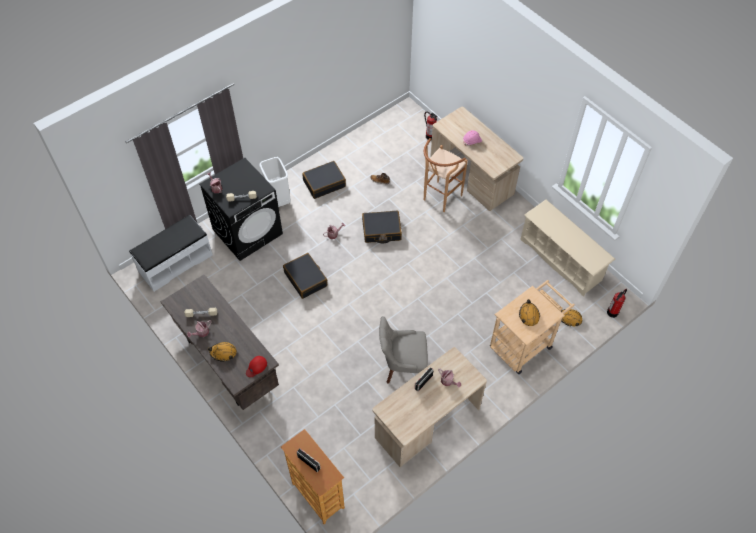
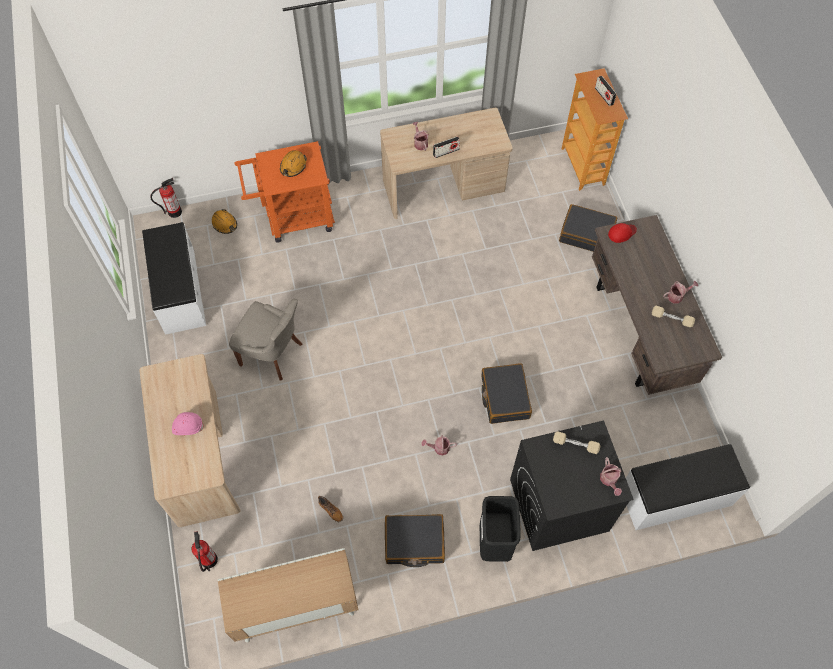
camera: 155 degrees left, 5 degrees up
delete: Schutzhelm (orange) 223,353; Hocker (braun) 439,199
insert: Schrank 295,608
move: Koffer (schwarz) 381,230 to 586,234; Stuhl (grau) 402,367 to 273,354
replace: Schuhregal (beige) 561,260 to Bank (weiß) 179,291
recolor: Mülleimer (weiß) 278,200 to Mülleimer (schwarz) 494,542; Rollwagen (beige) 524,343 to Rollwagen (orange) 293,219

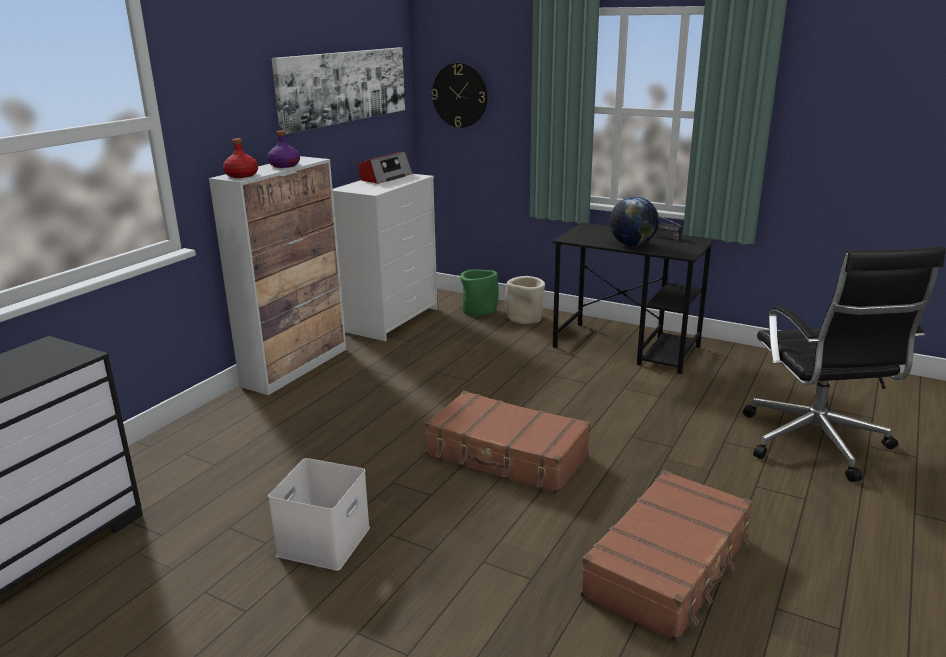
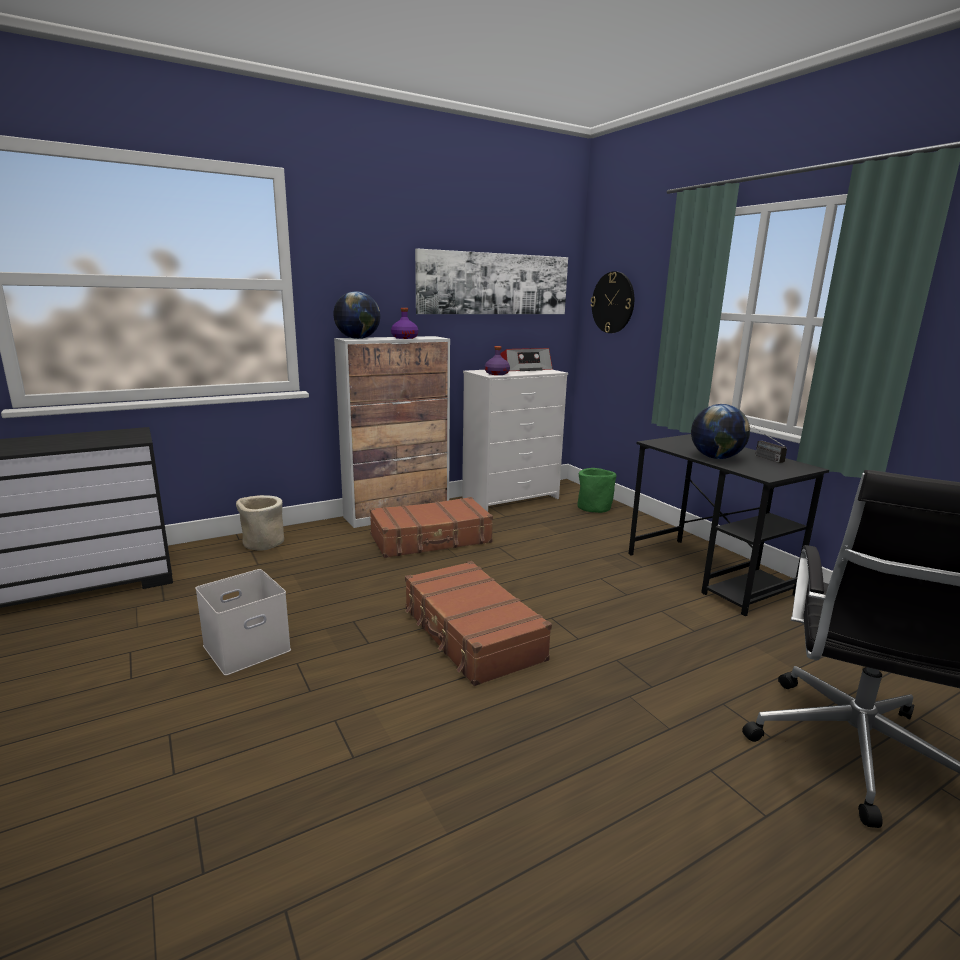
camera: 30 degrees right, 5 degrees down
insert: Flasche (lila) 497,374
move: Pflanzkübel (beige) 524,318 to 262,543; Koffer (braun) 669,567 to 431,539
replace: Flasche (rot) 241,175 to Globus 357,338

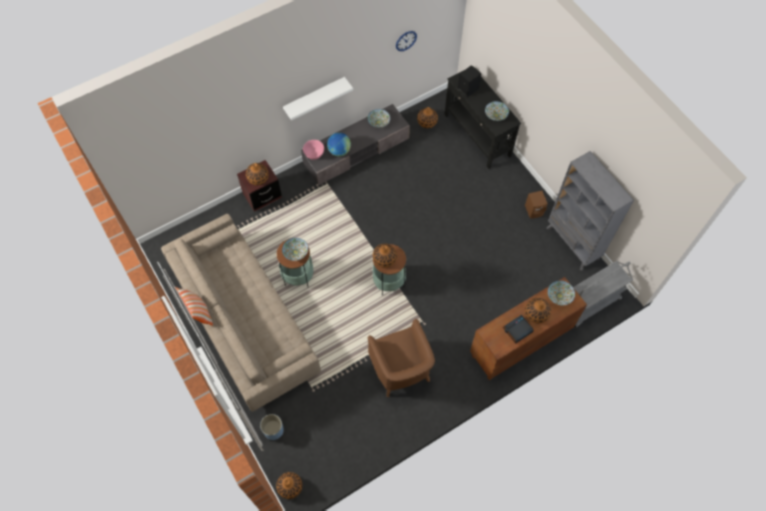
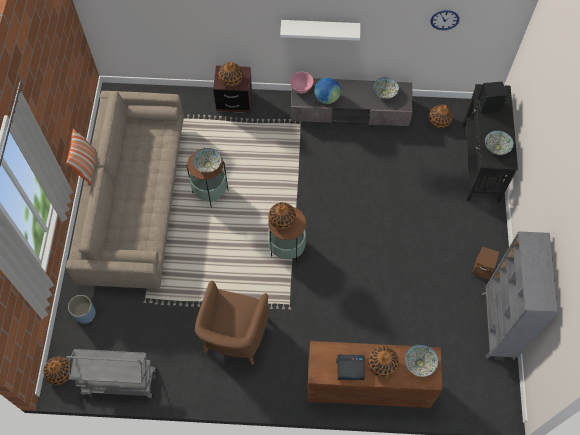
camera: 35 degrees right, 0 degrees up
move: Rollwagen (grau) 590,304 to 119,382

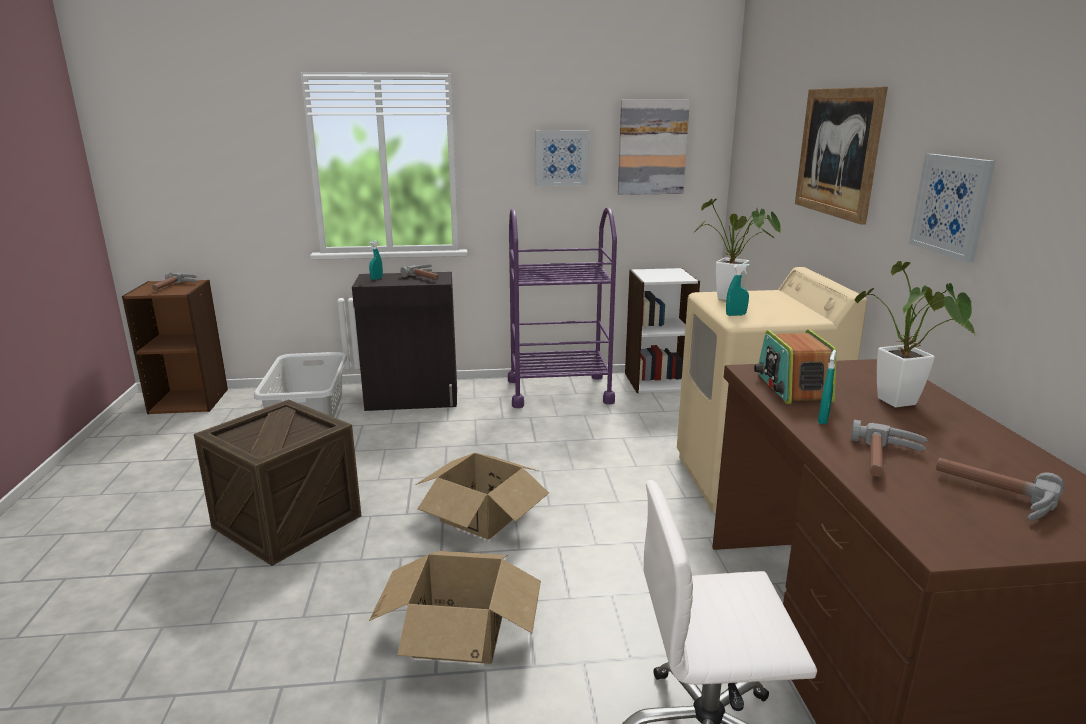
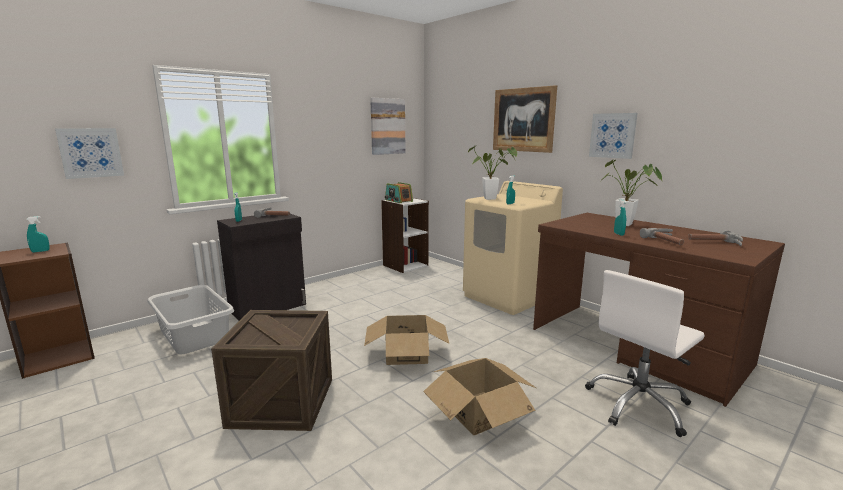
camera: 35 degrees left, 5 degrees down
delete: Rollwagen (lila) 559,391
move: Bild 561,158 to 91,153; Radio 792,388 to 398,201
replace: Hammer 174,287 to Sprühflasche (türkis) 40,251

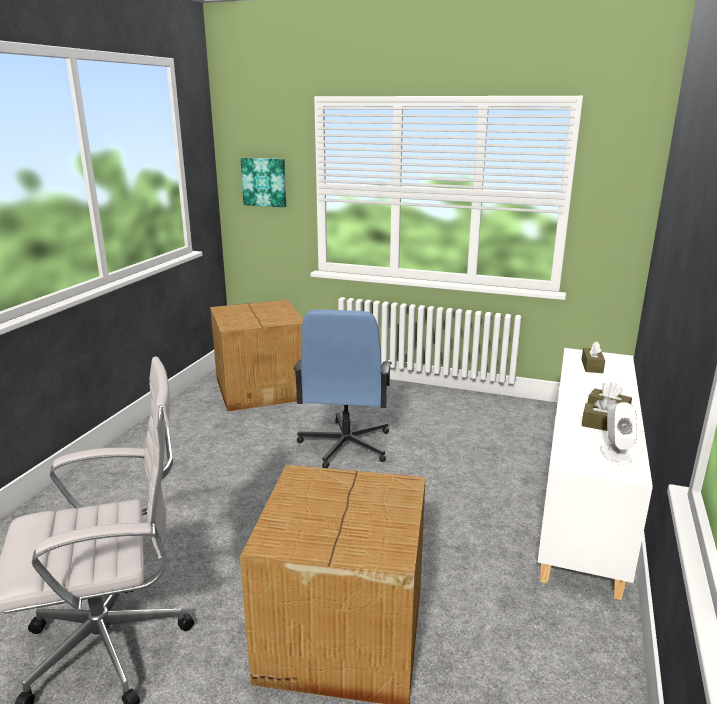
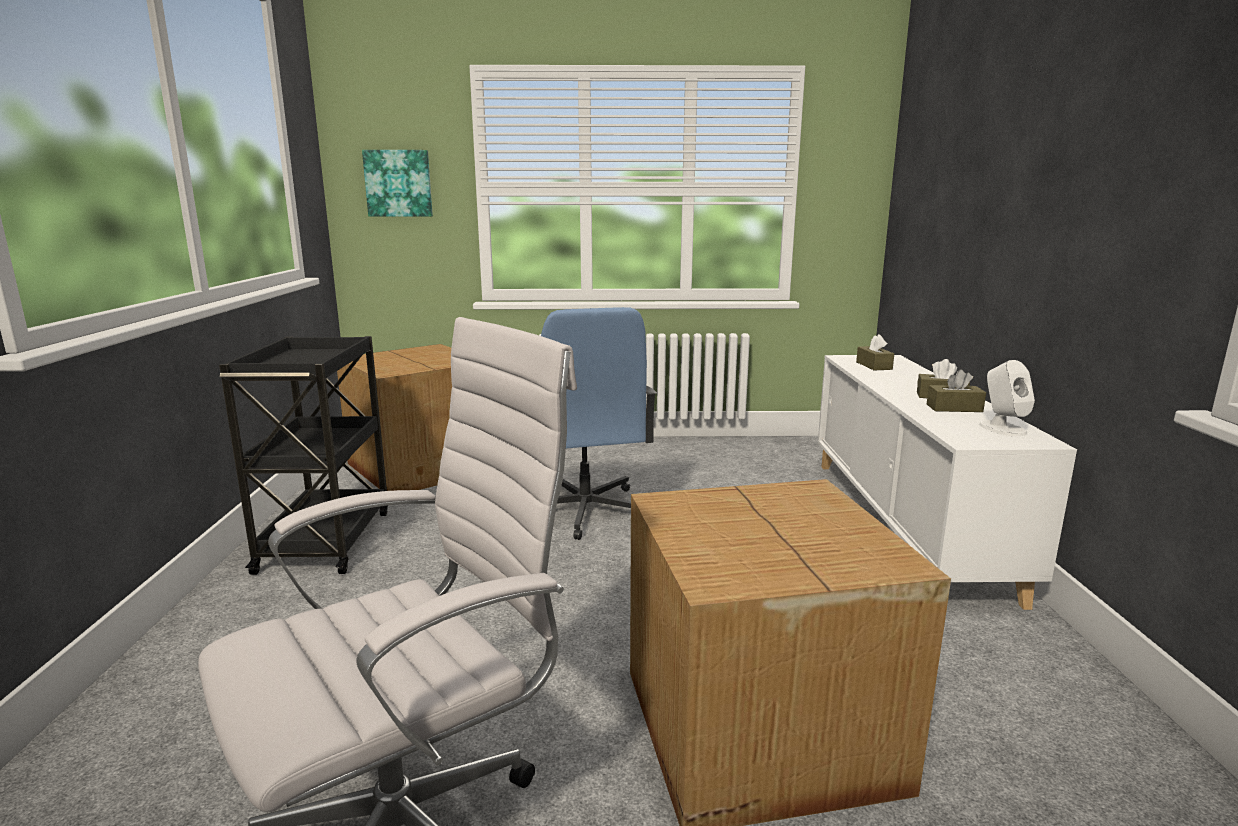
camera: 20 degrees left, 5 degrees down
insert: Rollwagen (schwarz) 326,539

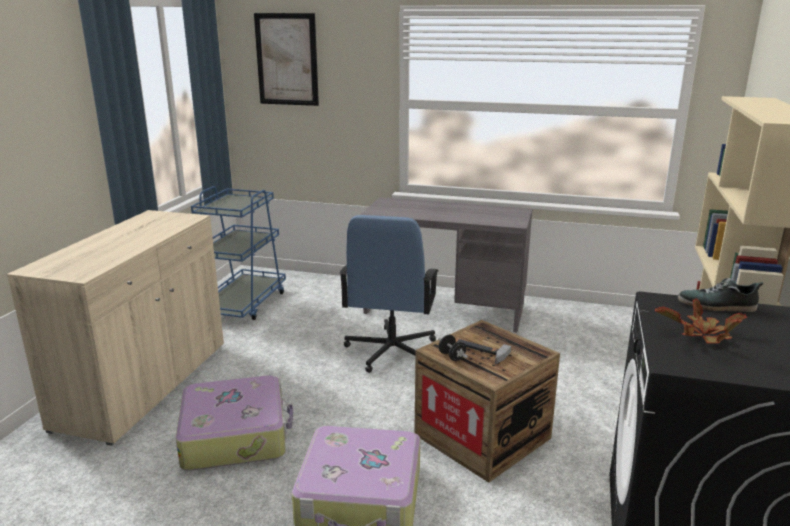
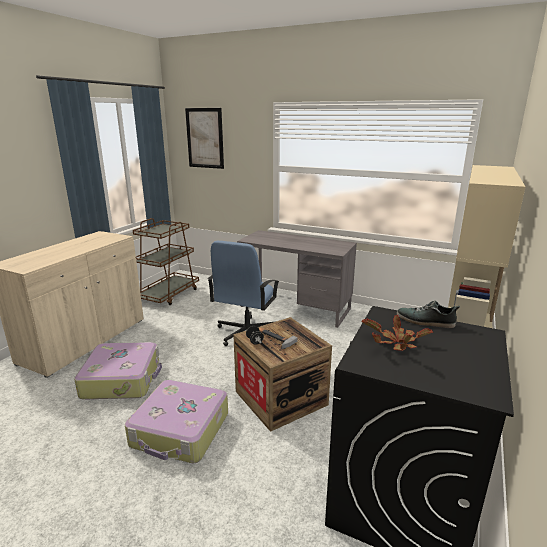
camera: 10 degrees right, 0 degrees up
recolor: Rollwagen (blau) 243,304 to Rollwagen (braun) 168,294

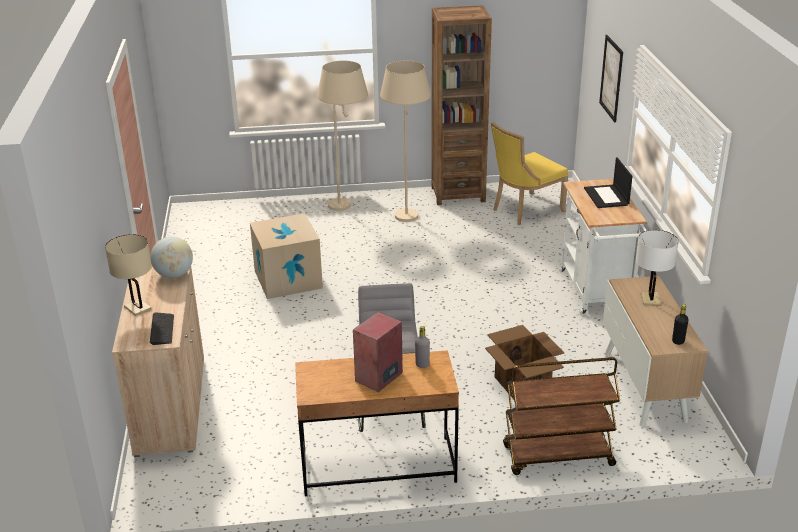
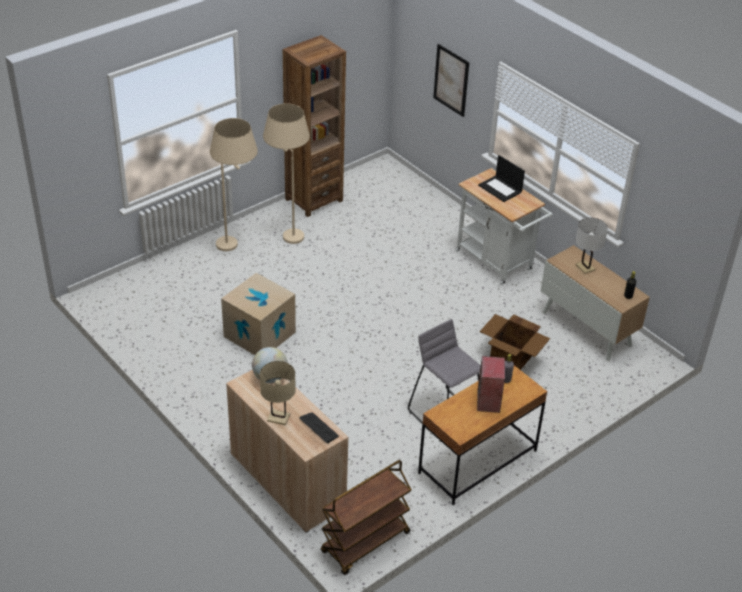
camera: 35 degrees left, 10 degrees up
delete: Stuhl (gelb) 525,210
move: Rollwagen (braun) 557,456 to 365,543

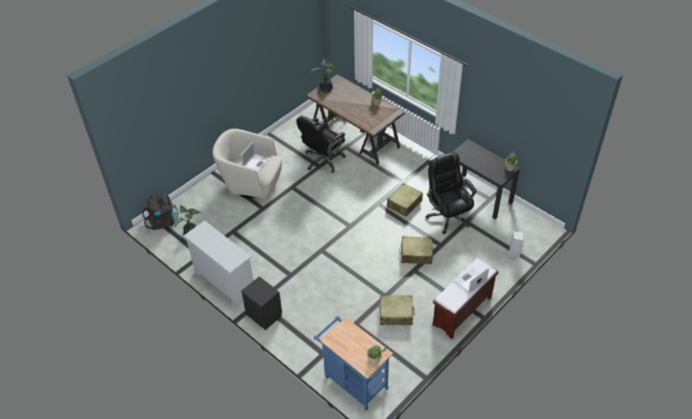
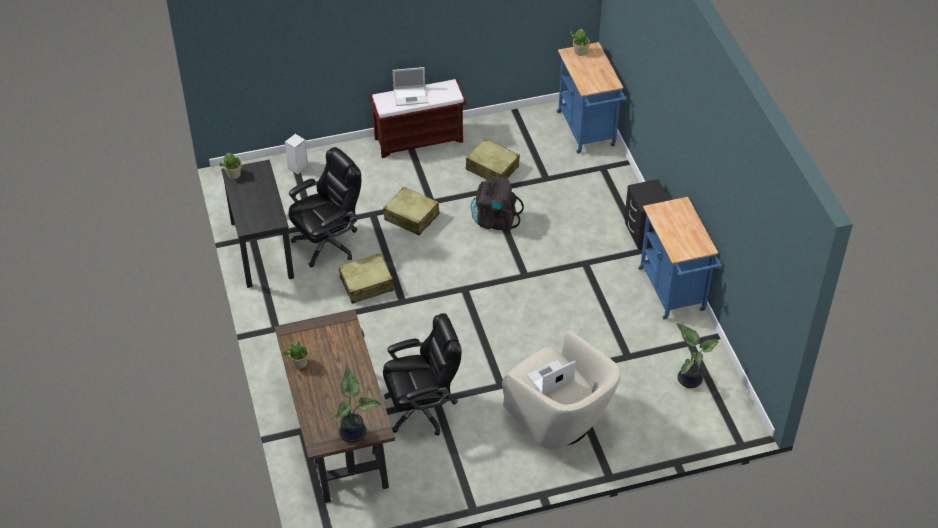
camera: 150 degrees left, 0 degrees up
move: Rucksack (schwarz) 163,221 to 495,220
replace: Kommode (weiß) 224,281 to Rollwagen (blau) 674,293
rotate: Bürostuhl (schwarz) 448,216 = 328,242 135 degrees counterclockwise

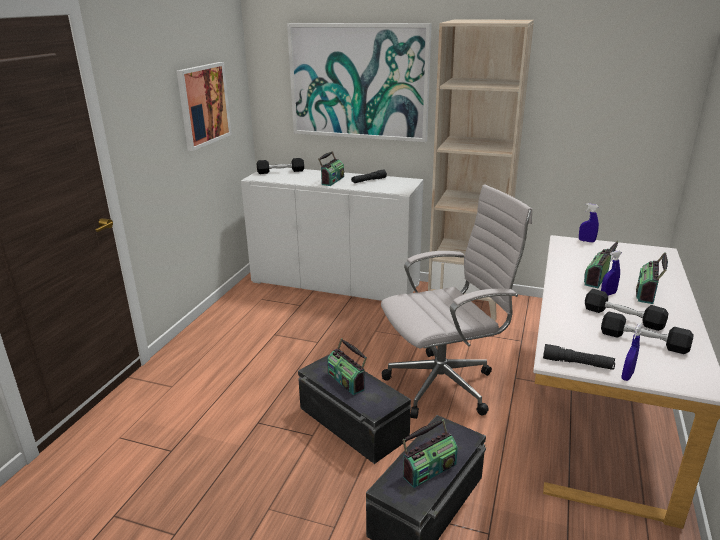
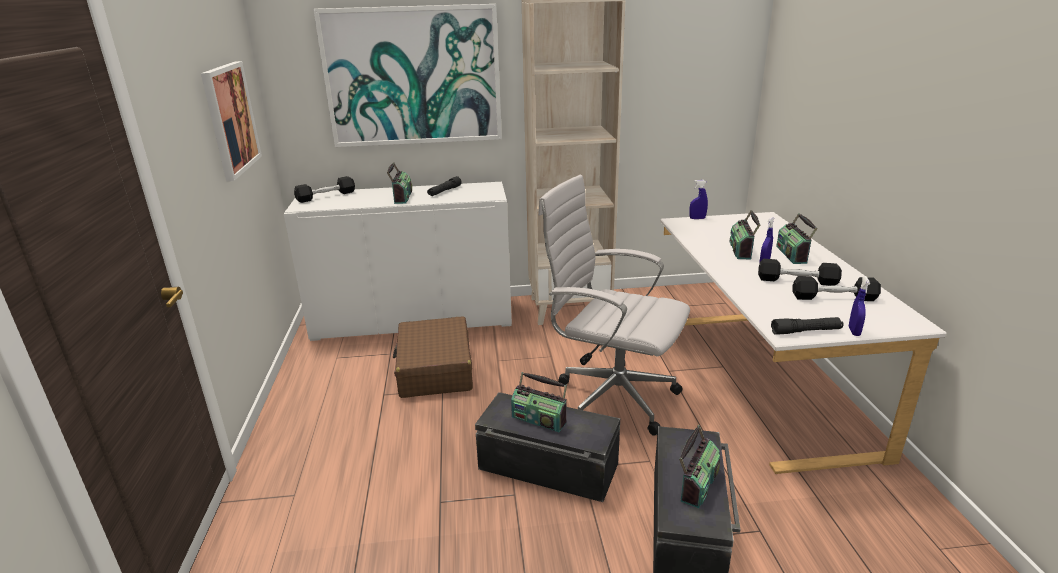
camera: 25 degrees left, 0 degrees up
insert: Koffer (braun) 435,369
rotate: Bürostuhl (weiß) 445,385 = 611,397 105 degrees counterclockwise

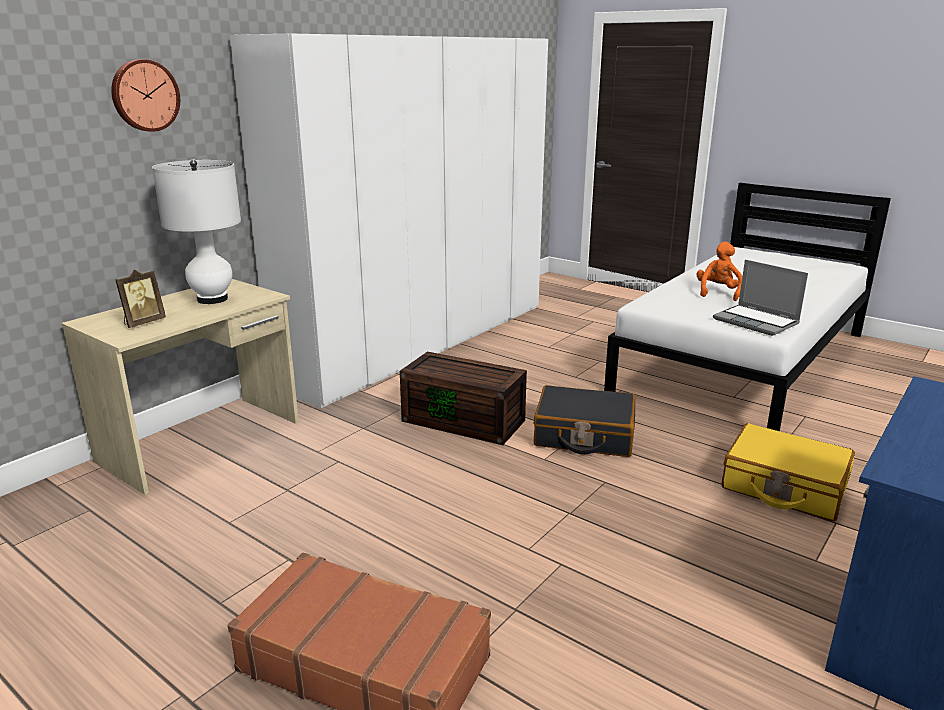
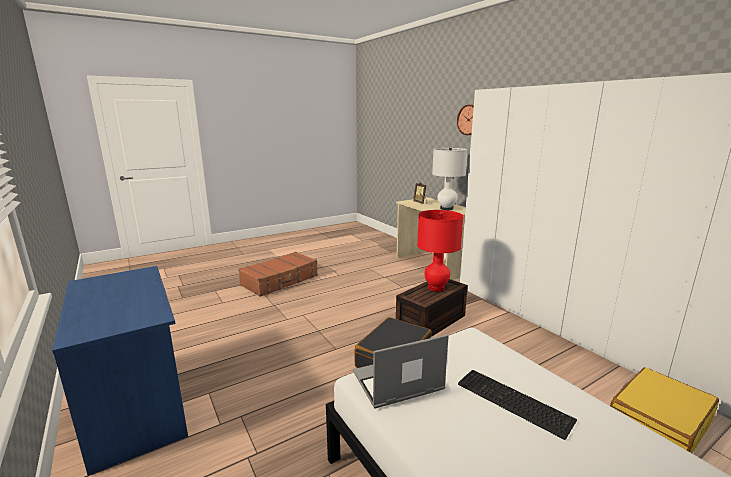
camera: 110 degrees right, 5 degrees down
insert: Tischlampe (rot) 436,288
move: Koffer (gelb) 784,486 to 657,423
replace: Plüschtier (orange) 718,293 to Tastatur 514,403

